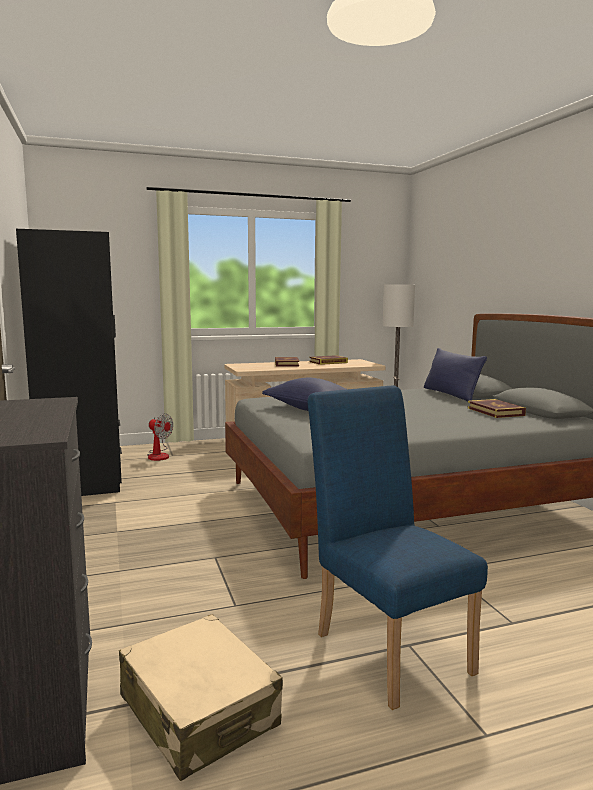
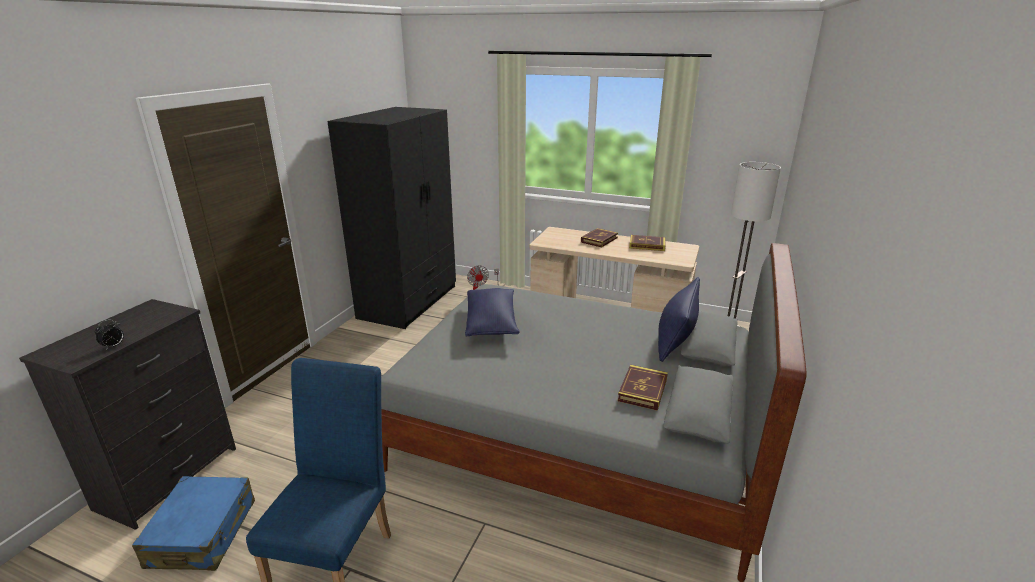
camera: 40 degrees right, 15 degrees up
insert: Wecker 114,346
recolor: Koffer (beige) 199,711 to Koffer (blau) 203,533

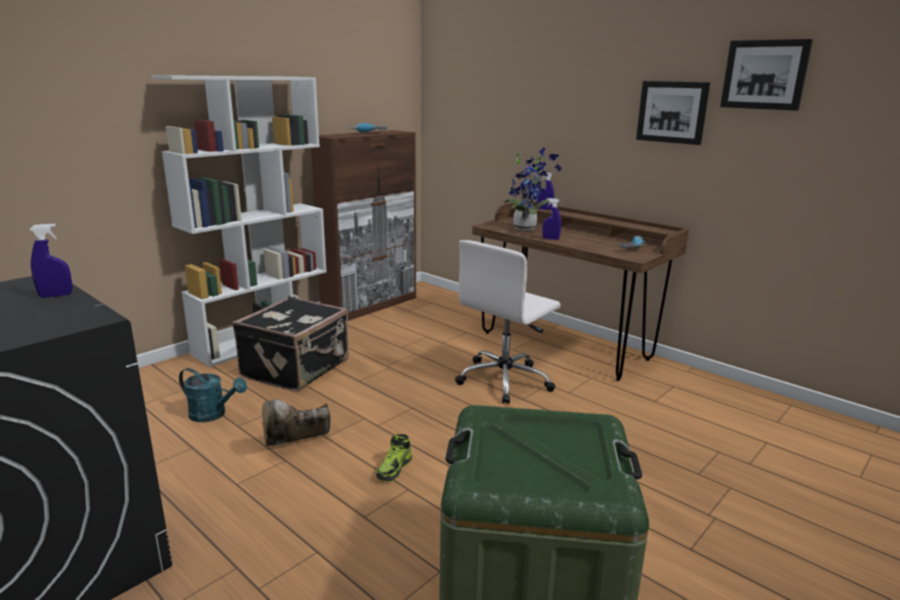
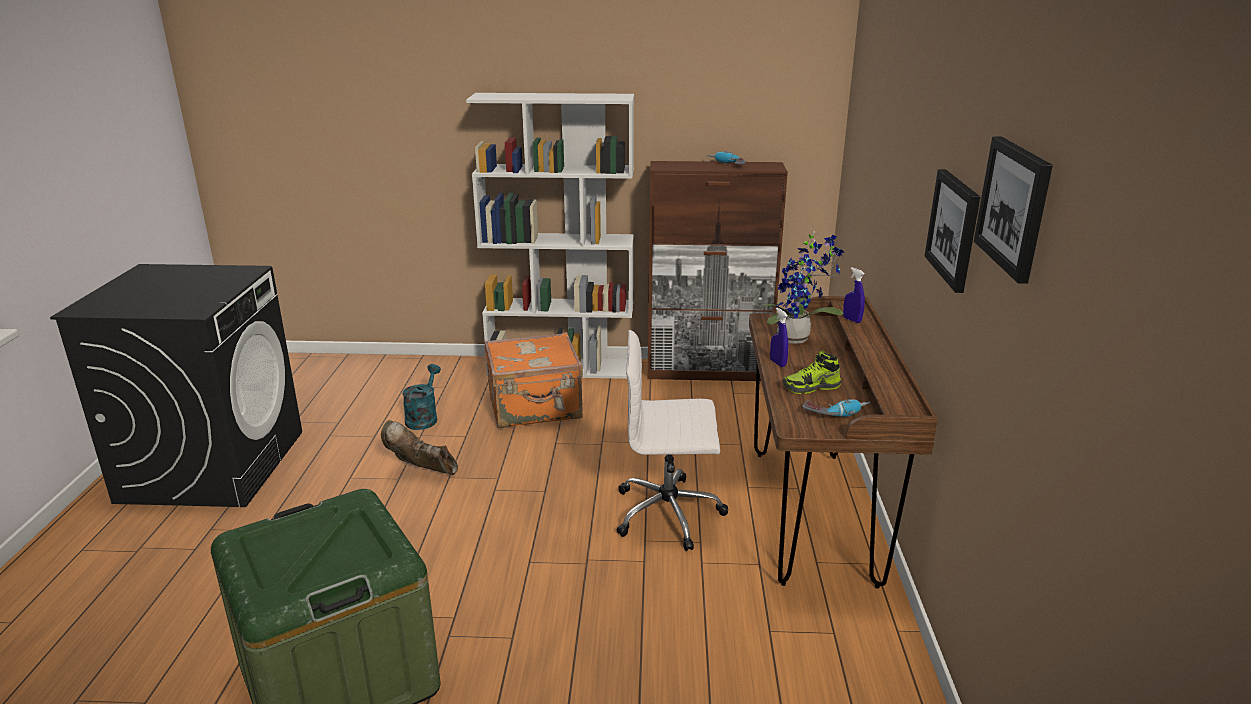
camera: 50 degrees right, 5 degrees up
delete: Sprühflasche (blau) 56,295
move: Schuh 394,469 to 811,387
recolor: Koffer (schwarz) 297,369 to Koffer (orange) 535,408
rotate: Gießkanne (türkis) 213,414 = 423,418 150 degrees counterclockwise

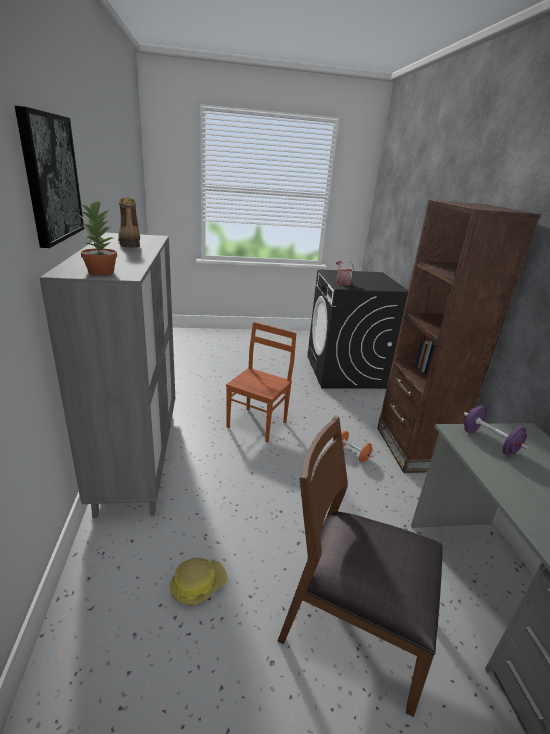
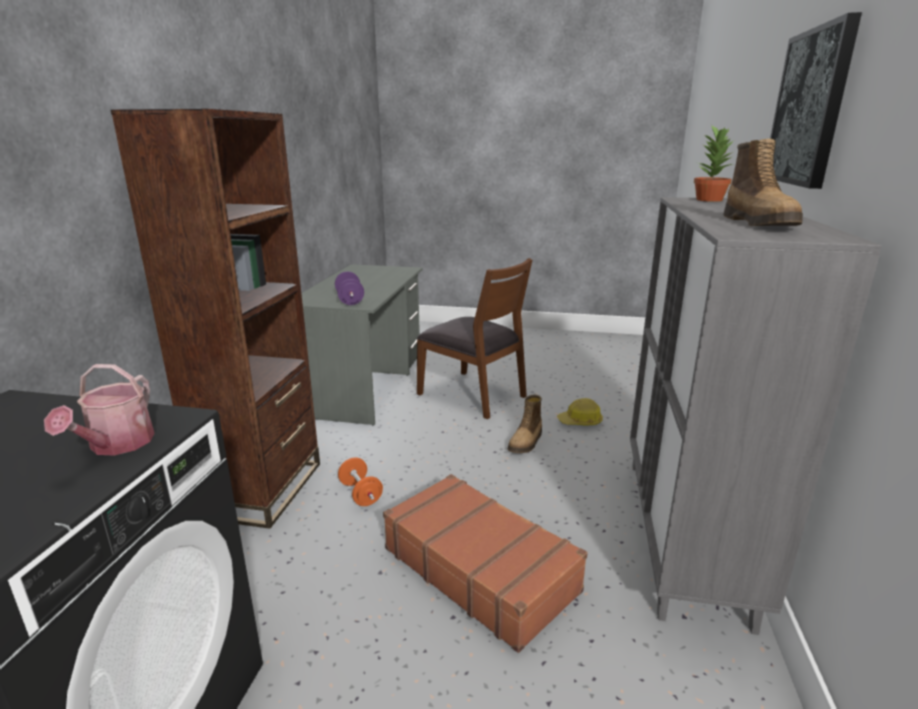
camera: 160 degrees left, 5 degrees down
insert: Stiefel 526,442
replace: Stuhl (braun) 258,424 to Koffer (braun) 480,568

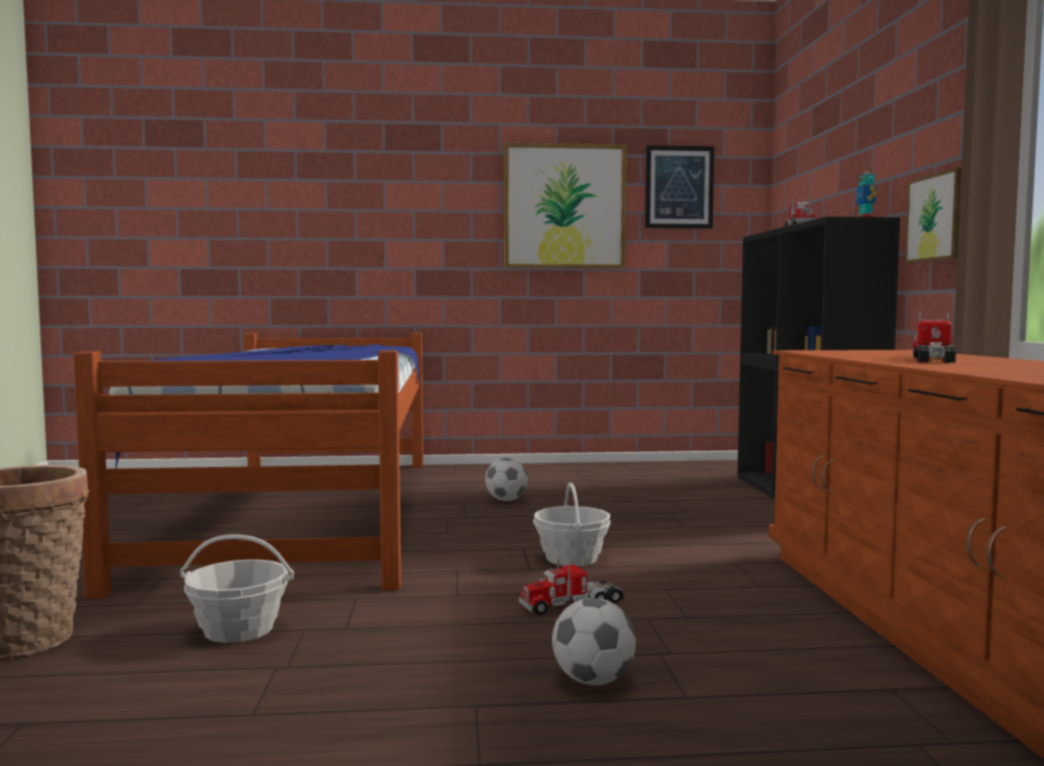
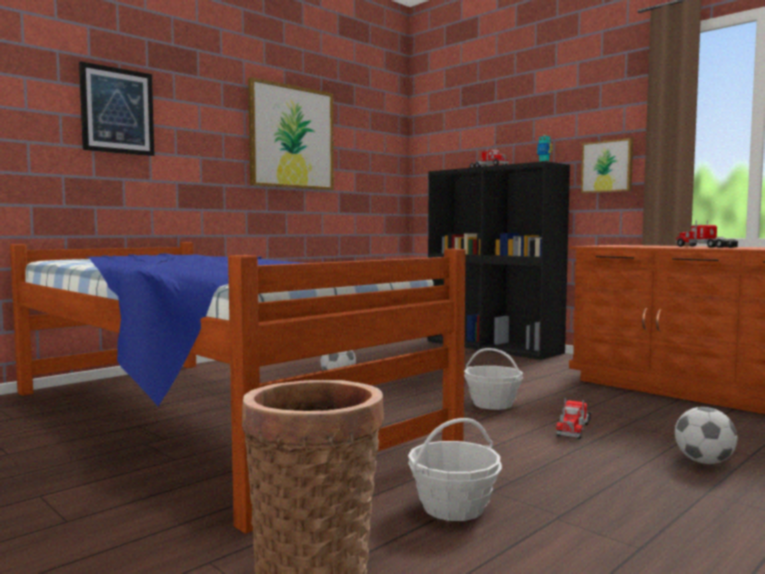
camera: 40 degrees left, 0 degrees up
move: Bild 679,187 to 117,111

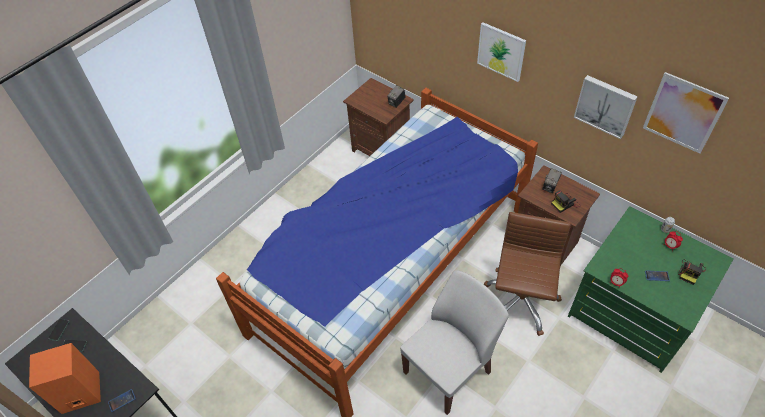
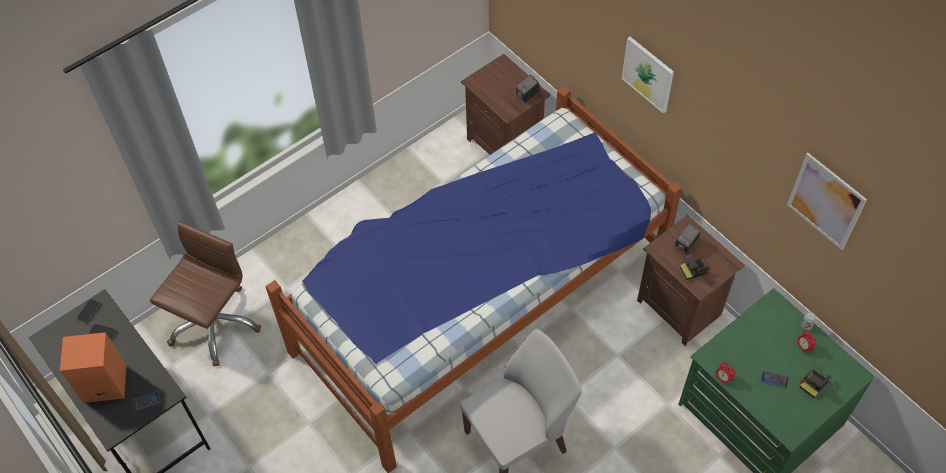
camera: 10 degrees right, 5 degrees up
delete: Bild 605,105
move: Bürostuhl (braun) 520,301 to 214,324

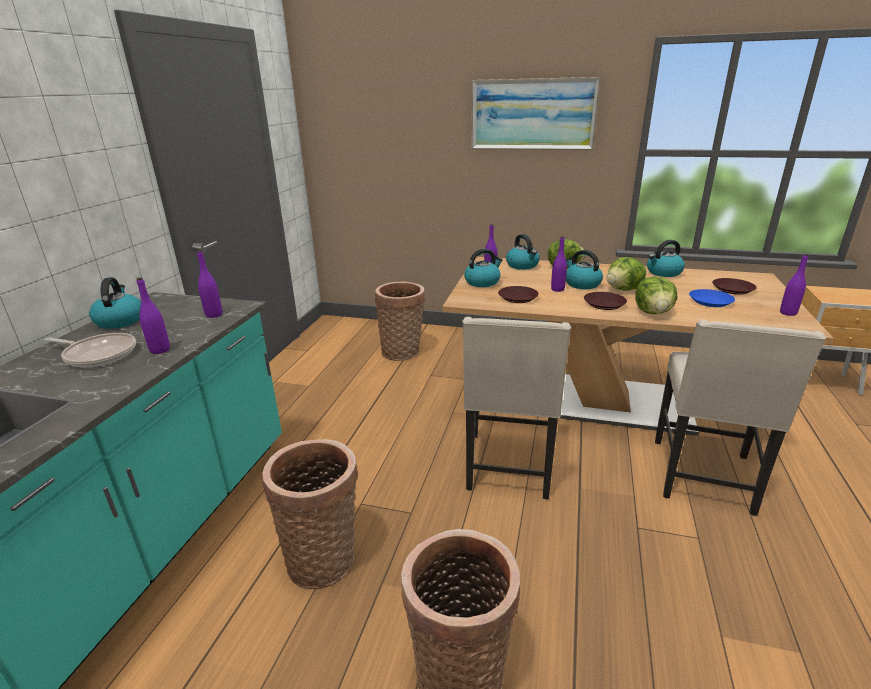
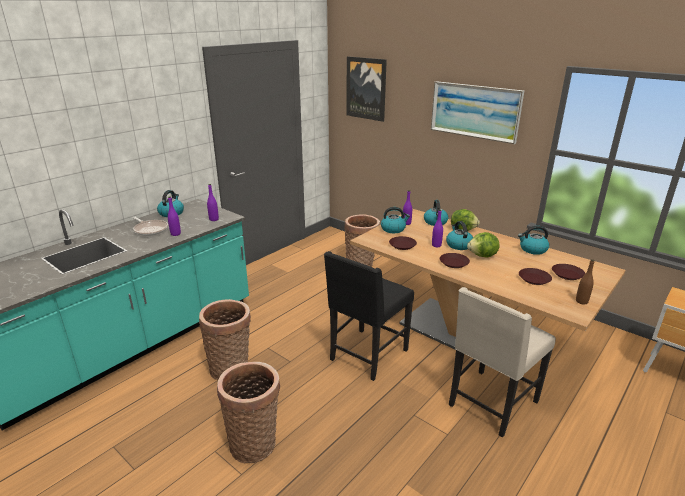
camera: 25 degrees right, 0 degrees up
delete: Salatkopf 653,312
insert: Bild 366,88
recolor: Stuhl (beige) 509,467 to Stuhl (schwarz) 367,355; Teller (blau) 709,301 to Teller (braun) 534,279; Flasche (lila) 788,313 to Flasche (braun) 581,301

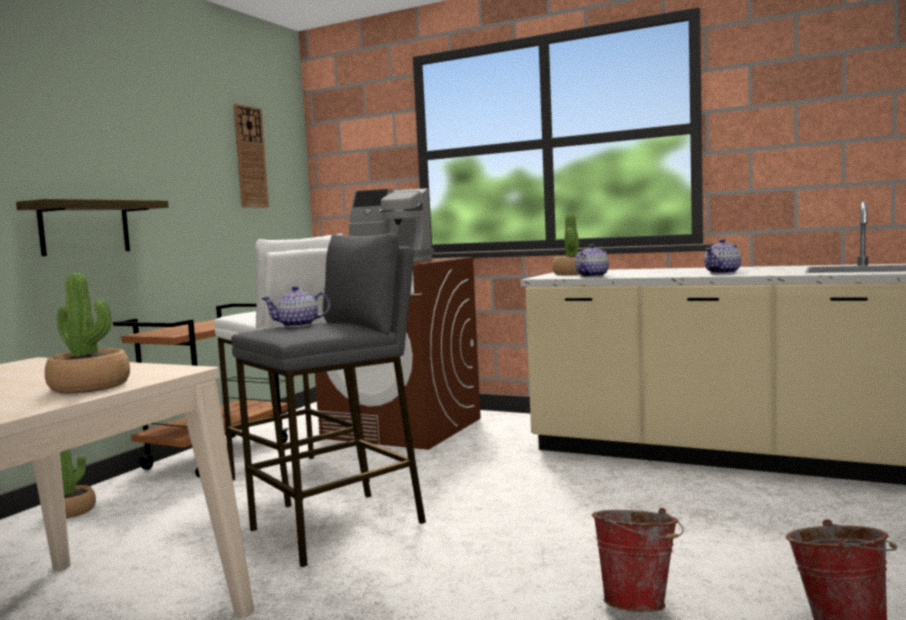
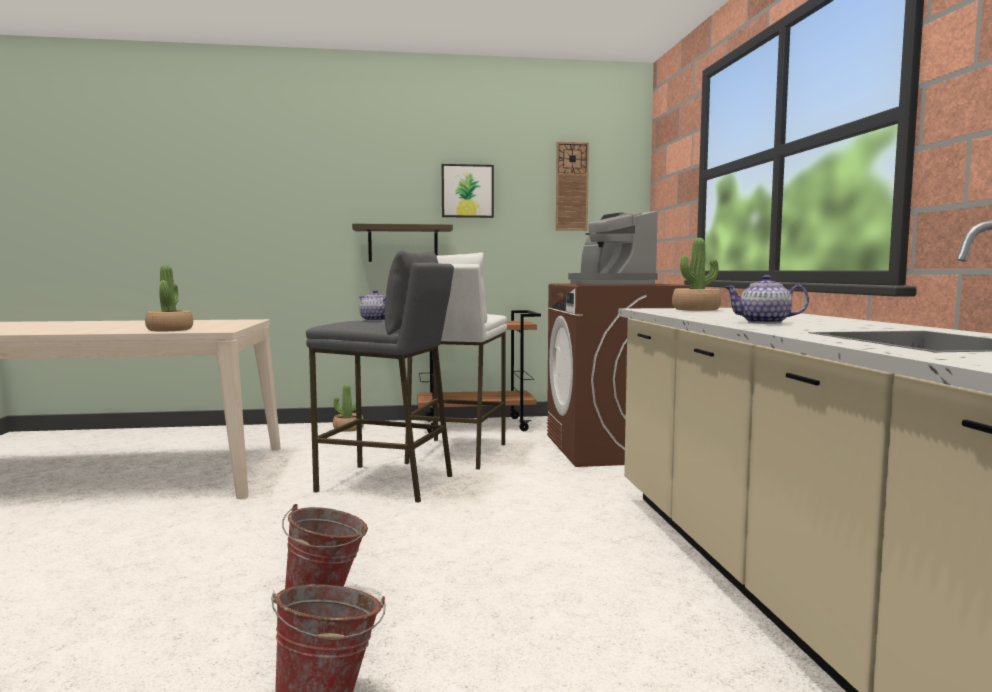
camera: 55 degrees right, 0 degrees up
delete: Teekanne 591,276
insert: Bild 467,191

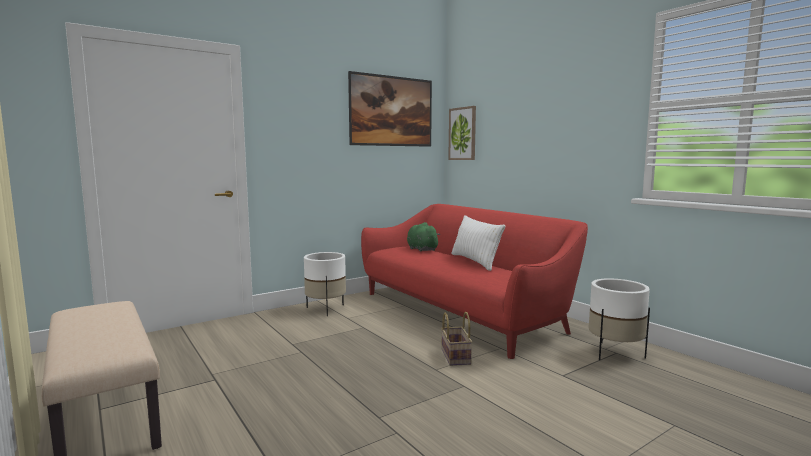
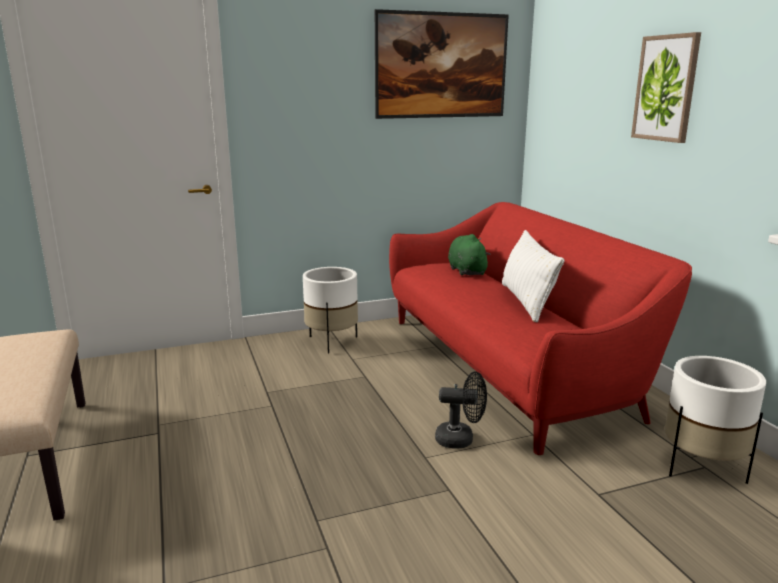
camera: 15 degrees right, 10 degrees up
move: Bild 462,133 to 666,88
replace: Korb 454,356 to Ventilator (schwarz) 461,439

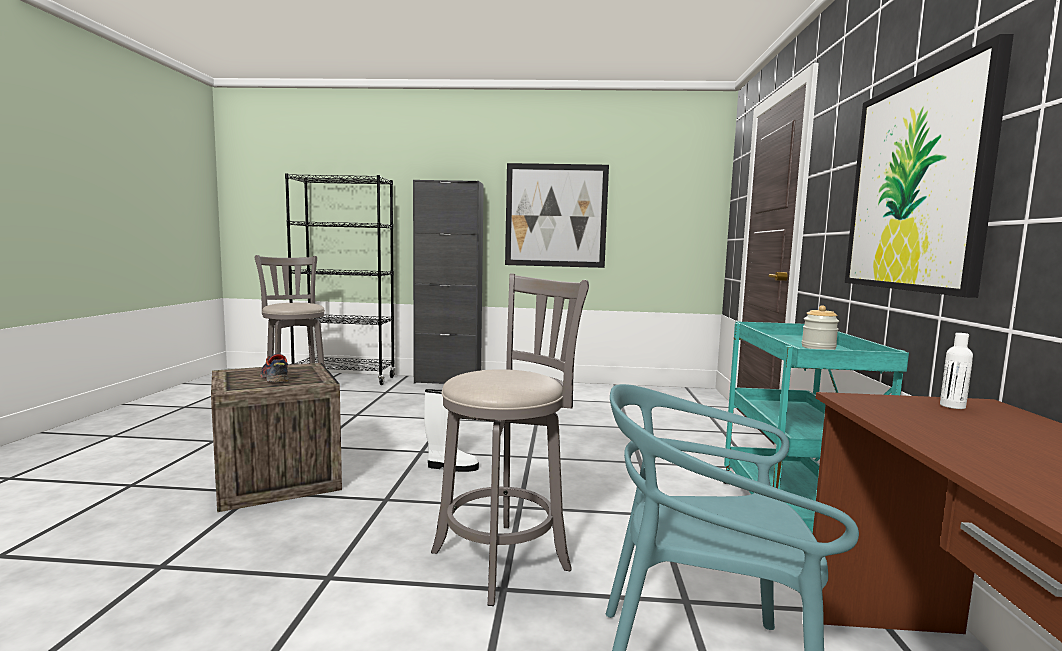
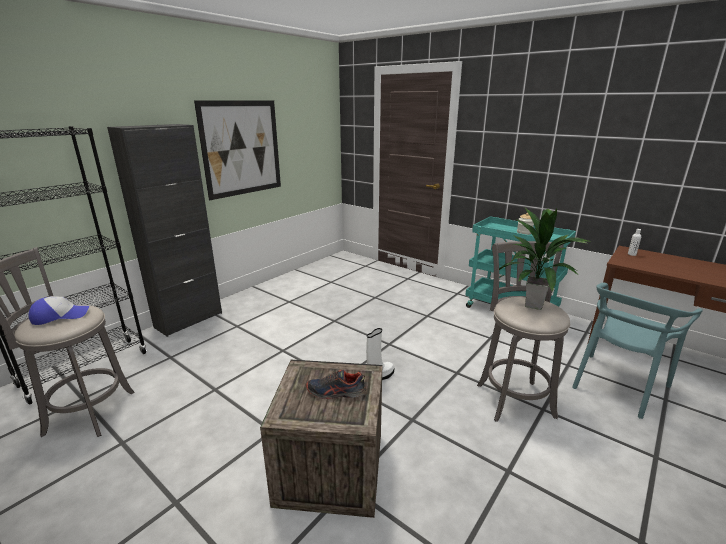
camera: 55 degrees left, 15 degrees up
delete: Bild 916,184
insert: Kappe 60,316; Topfpflanze 534,305

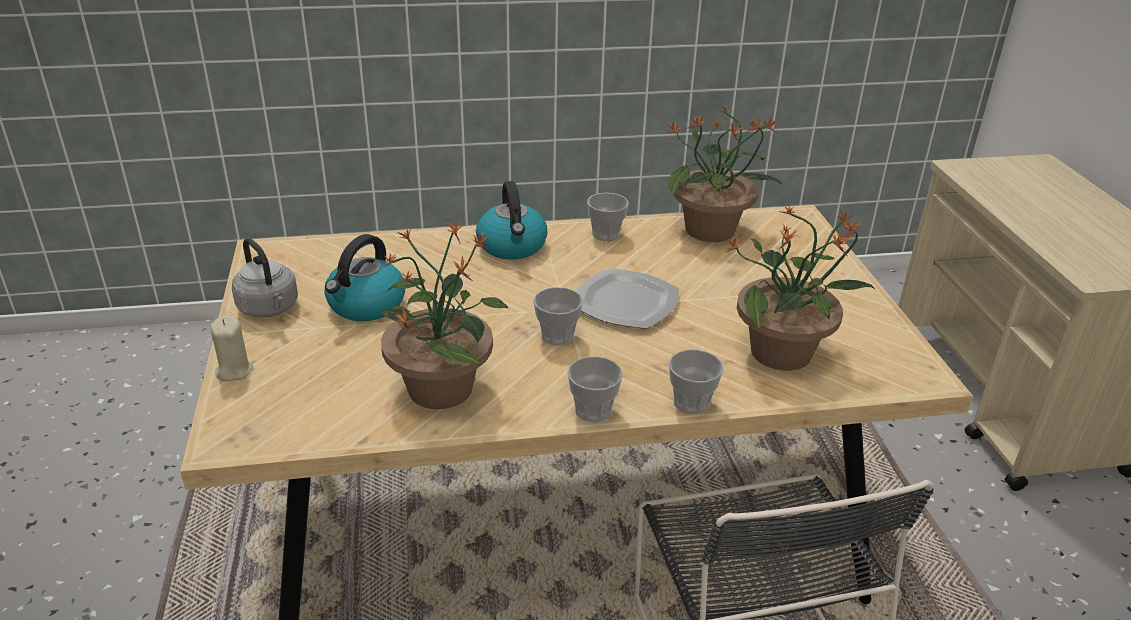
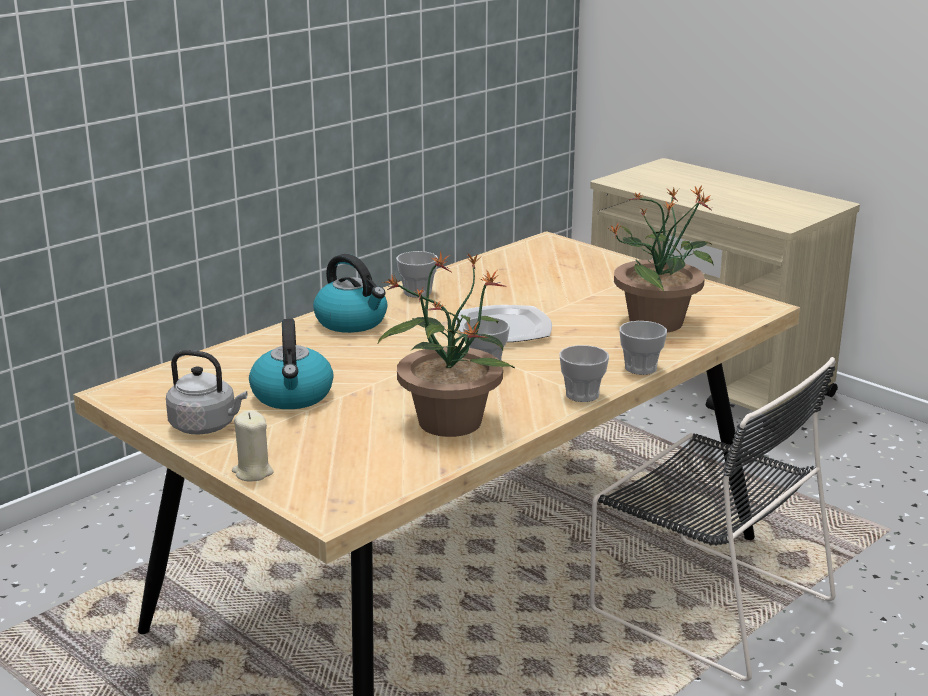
camera: 35 degrees left, 10 degrees down
delete: Topfpflanze 711,230

